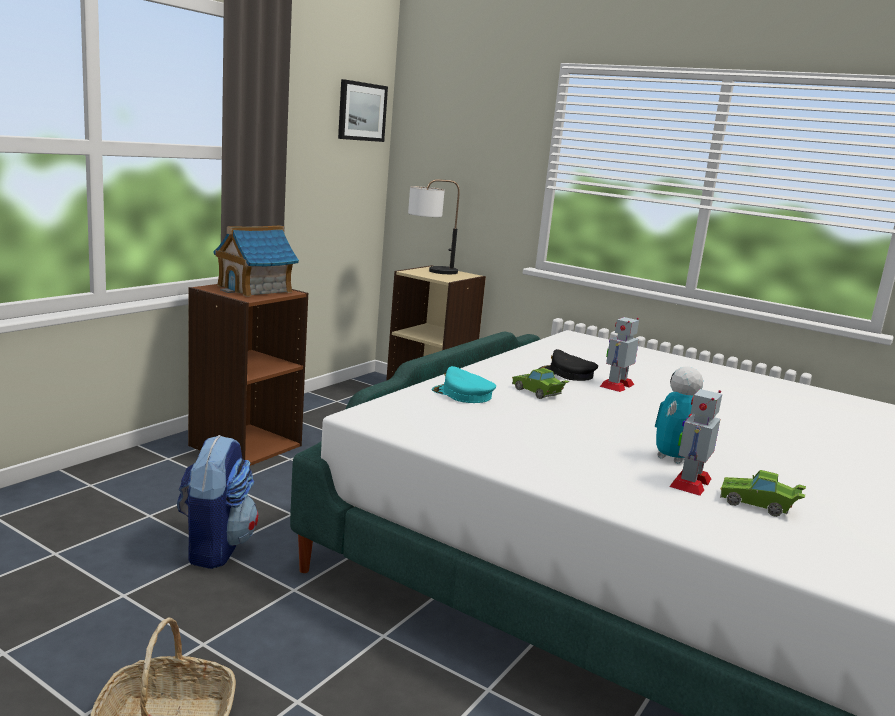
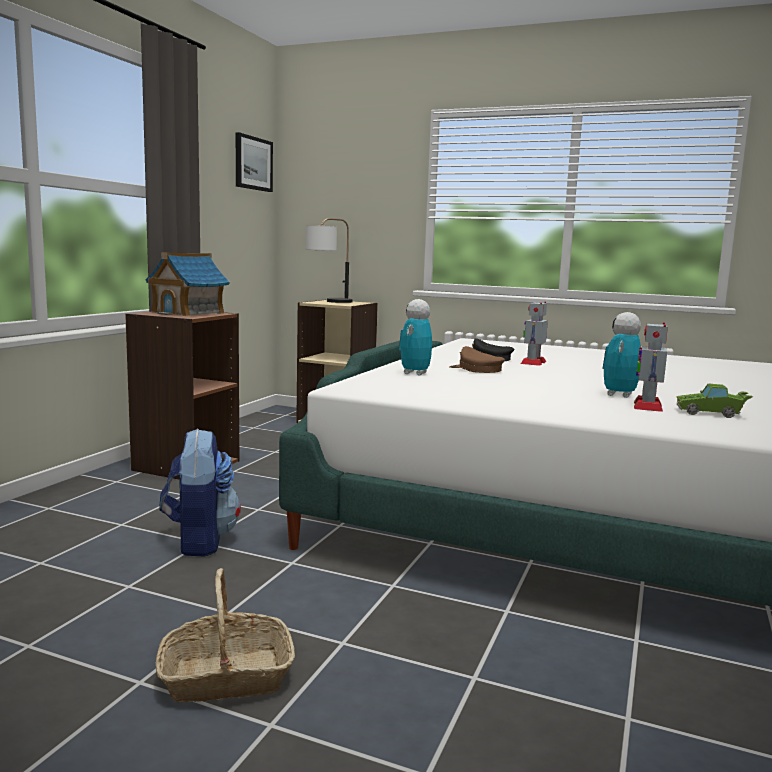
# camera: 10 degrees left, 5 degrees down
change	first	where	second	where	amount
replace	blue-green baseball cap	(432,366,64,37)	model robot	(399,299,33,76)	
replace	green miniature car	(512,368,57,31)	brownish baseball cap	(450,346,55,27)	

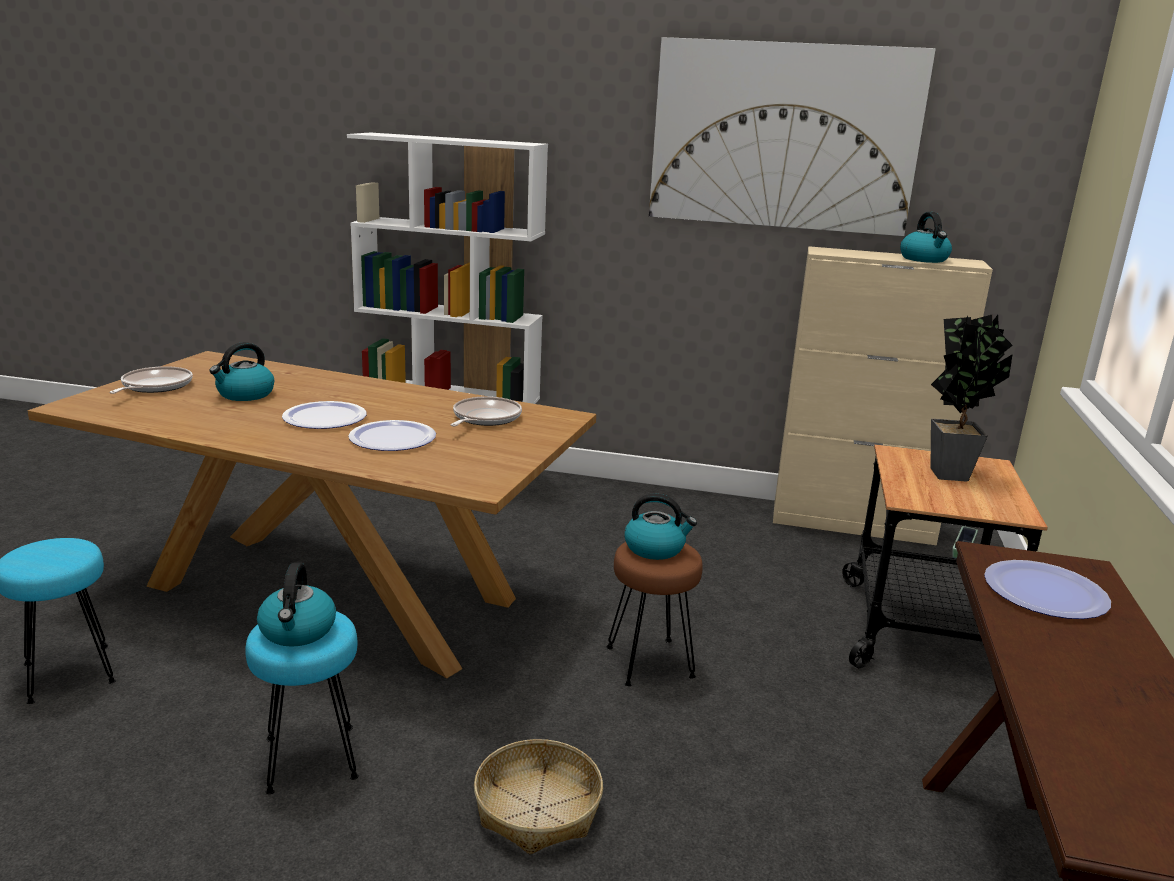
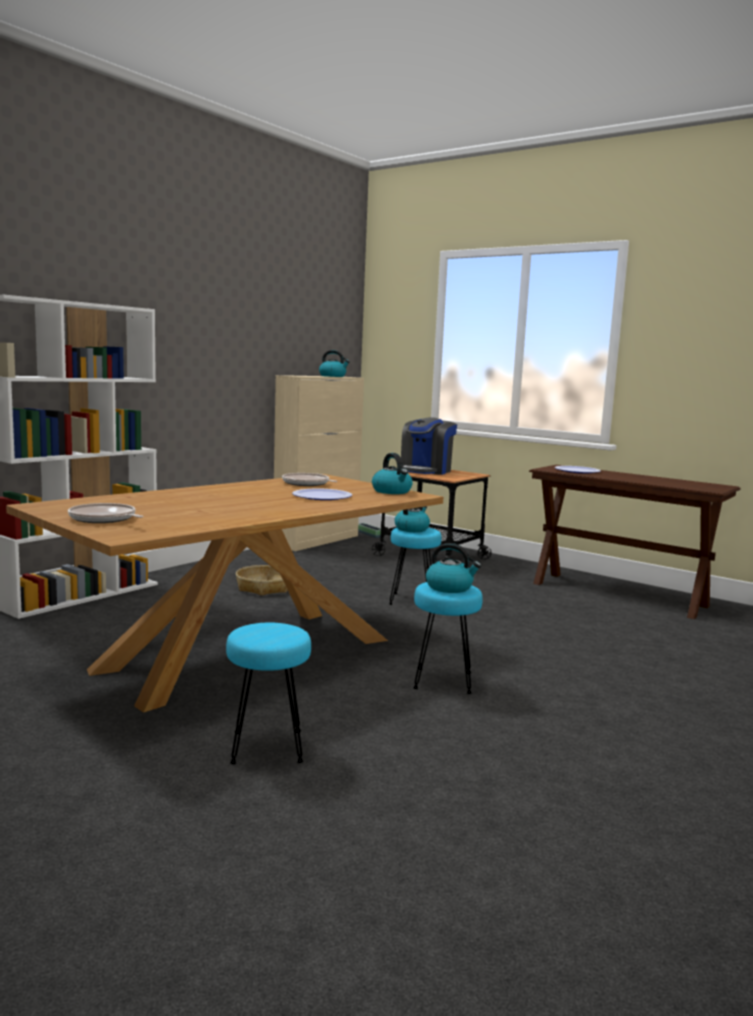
# camera: 65 degrees left, 10 degrees down
change	first	where	second	where	amount
delete	flat dish	(282,401,85,28)			
delete	wall art	(649,37,287,199)			
move	kettle	(209,342,65,59)		(372,453,41,41)	
move	basket	(474,739,129,115)		(236,565,51,31)	
replace	potted plant	(930,315,83,167)	coffee maker	(401,417,56,58)	
recolor	brownish sitting stool	(607,542,96,144)	blue-green sitting stool	(389,528,52,77)	

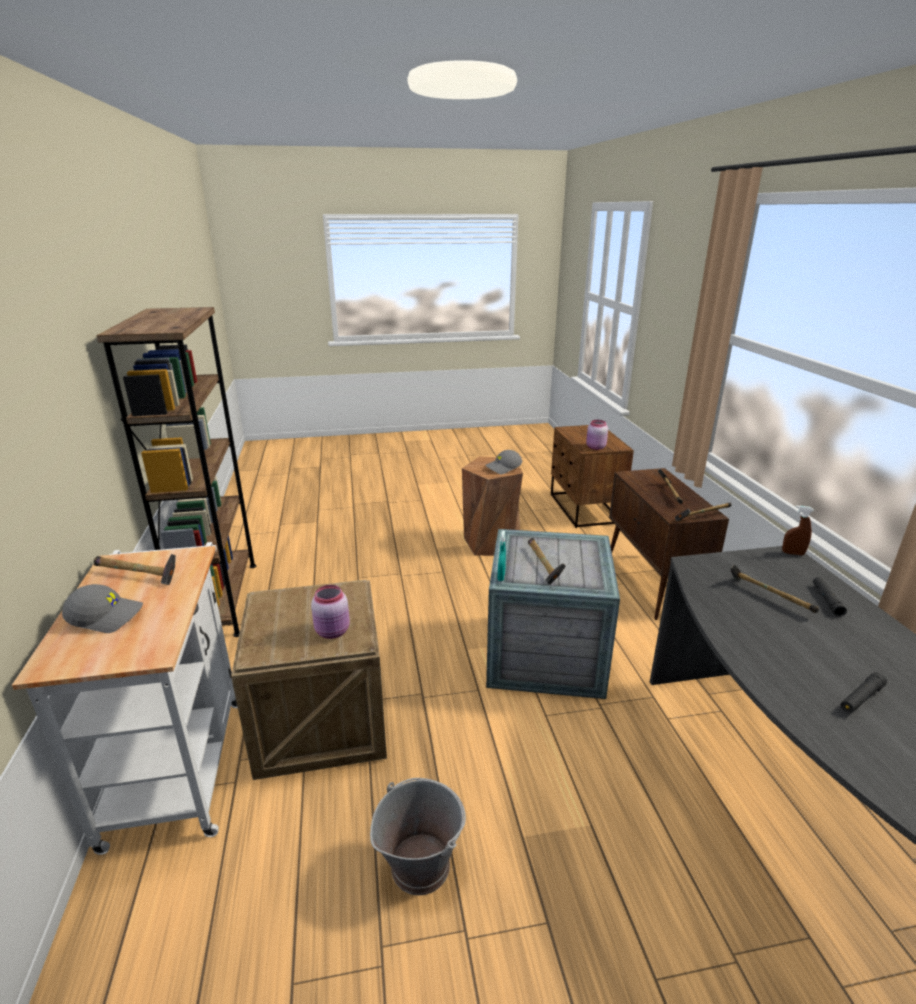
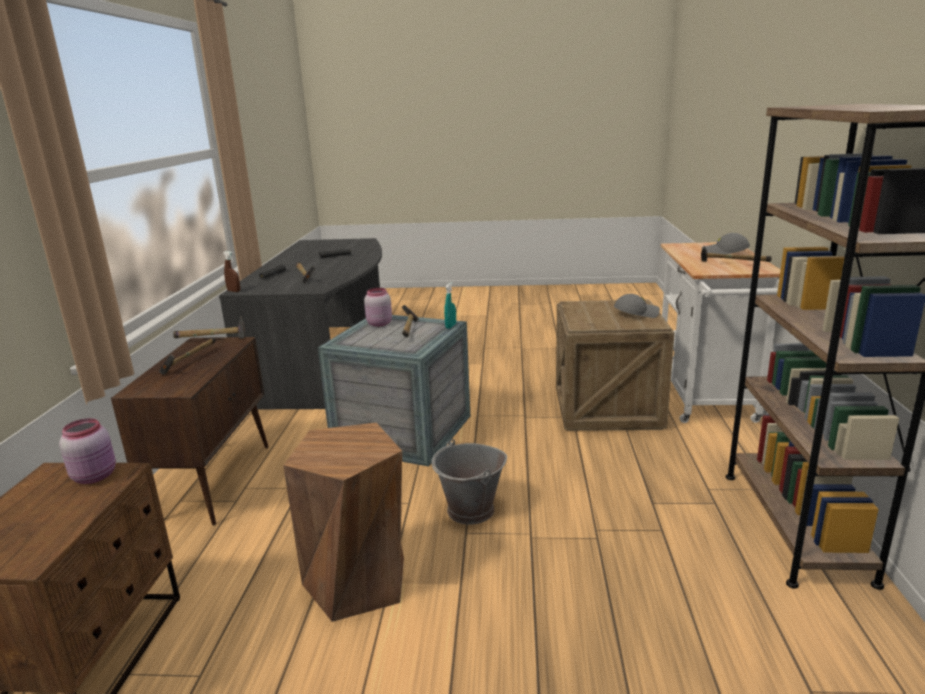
# camera: 165 degrees left, 5 degrees down
change	first	where	second	where	amount
move	pink jar	(311,585,39,54)		(364,288,28,39)	
move	gray water bucket	(370,778,96,117)		(432,439,75,86)	
move	gray baseball cap	(485,450,37,24)		(614,294,46,24)	

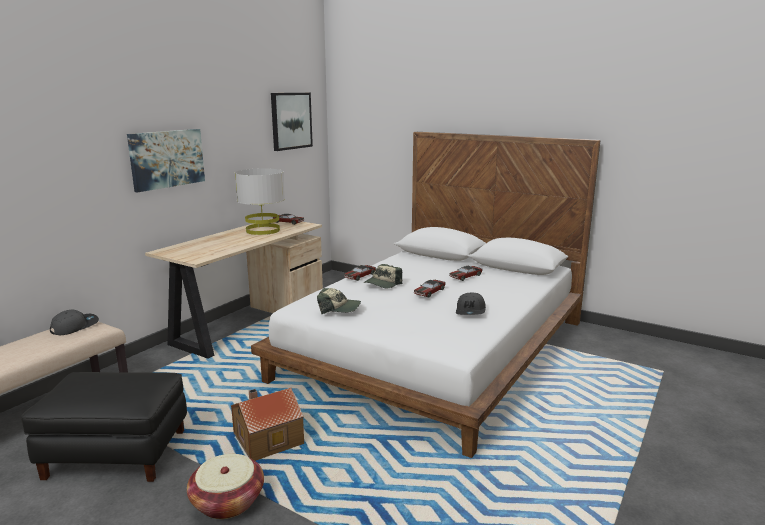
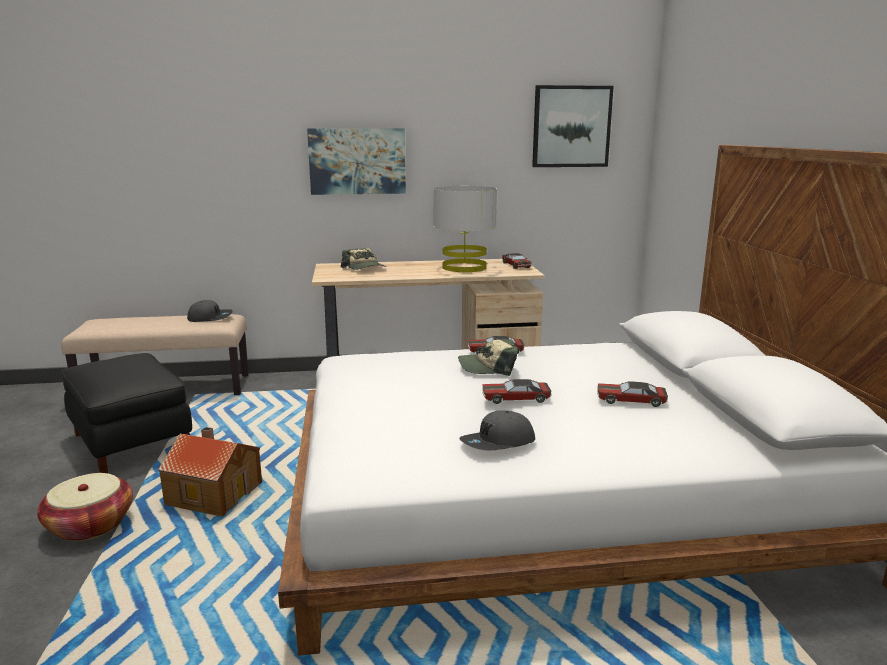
# camera: 50 degrees right, 0 degrees up
change	first	where	second	where	amount
move	baseball cap	(317,288,44,26)		(341,248,45,22)	

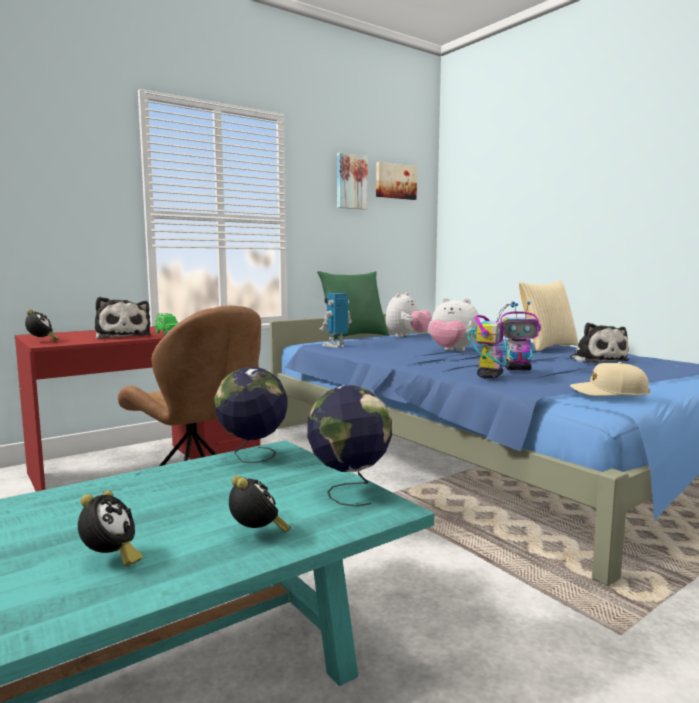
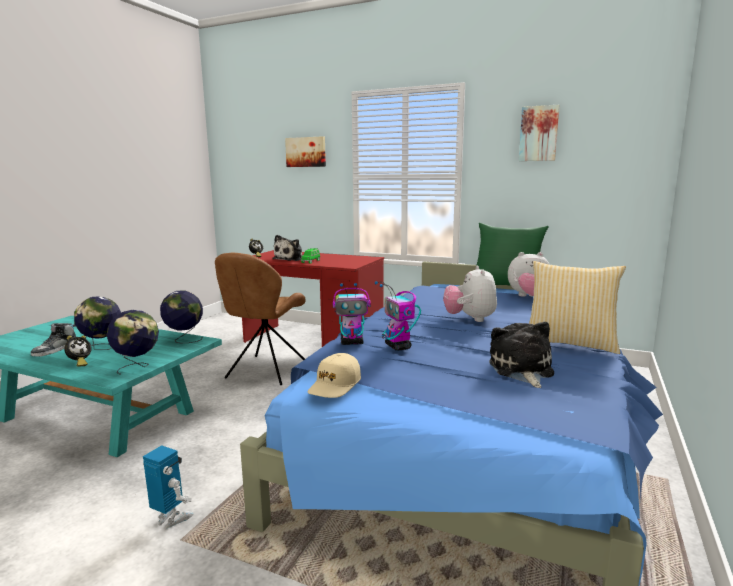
# camera: 60 degrees right, 5 degrees up
change	first	where	second	where	amount
insert			world globe	(74,296,47,54)	
move	model robot	(320,293,32,55)		(143,445,51,84)	
move	wall art	(376,162,41,38)		(285,136,41,31)	
replace	alarm clock	(78,490,65,77)	low shoe	(31,323,45,34)	
rotate	cuddly toy	(570,323,60,40)		(489,322,65,66)	135 degrees clockwise
rotate	beige-coloured baseball cap	(570,362,80,34)		(308,353,53,45)	135 degrees counterclockwise

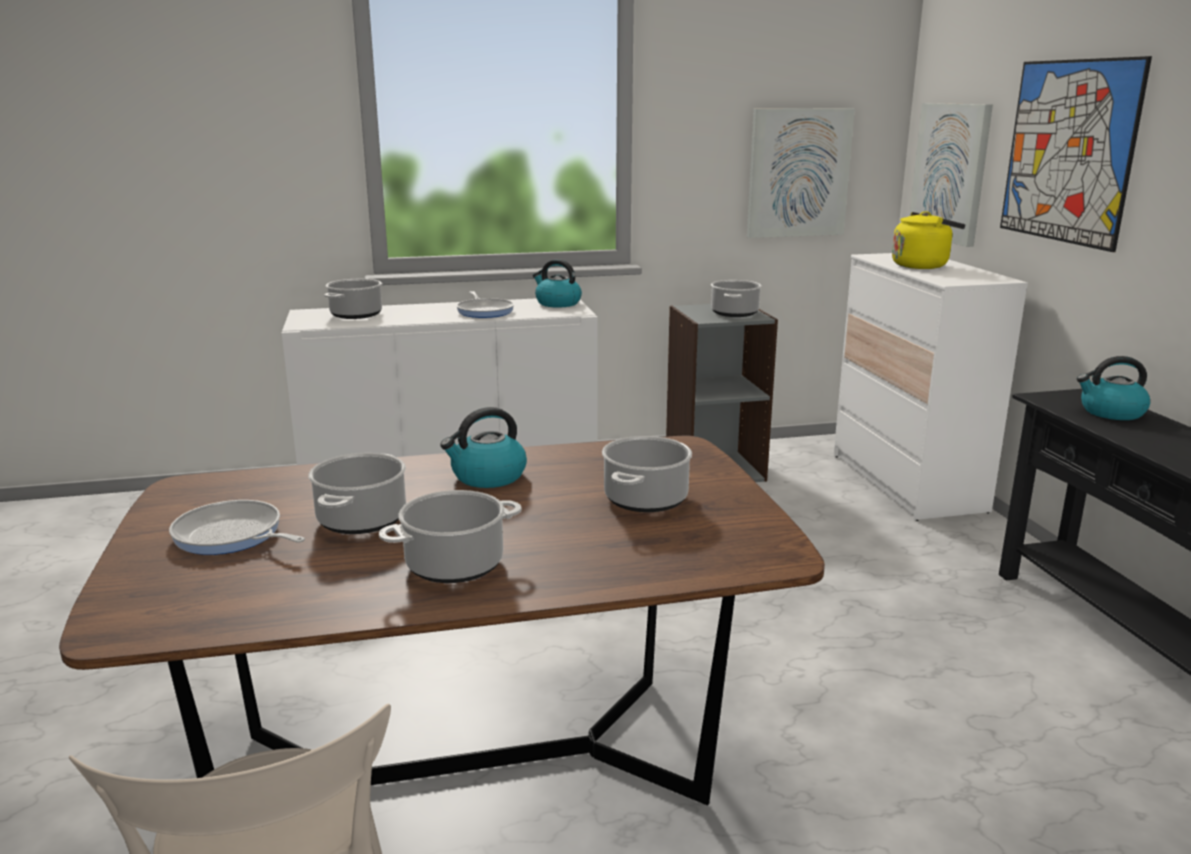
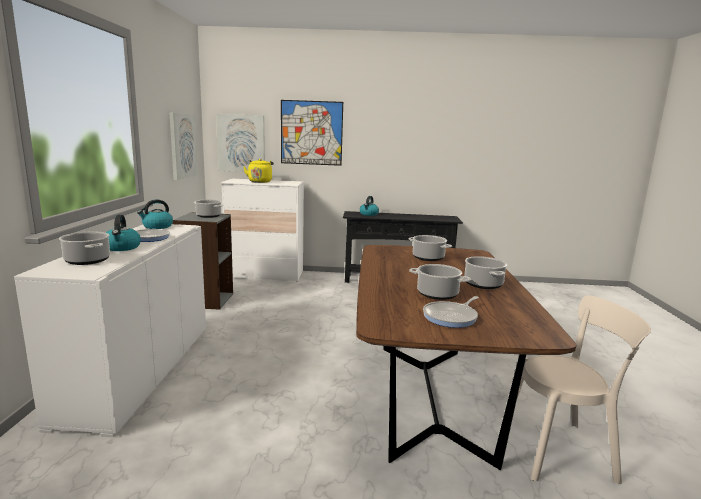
# camera: 75 degrees left, 5 degrees down
change	first	where	second	where	amount
move	kettle	(440,407,87,81)		(106,215,35,36)	

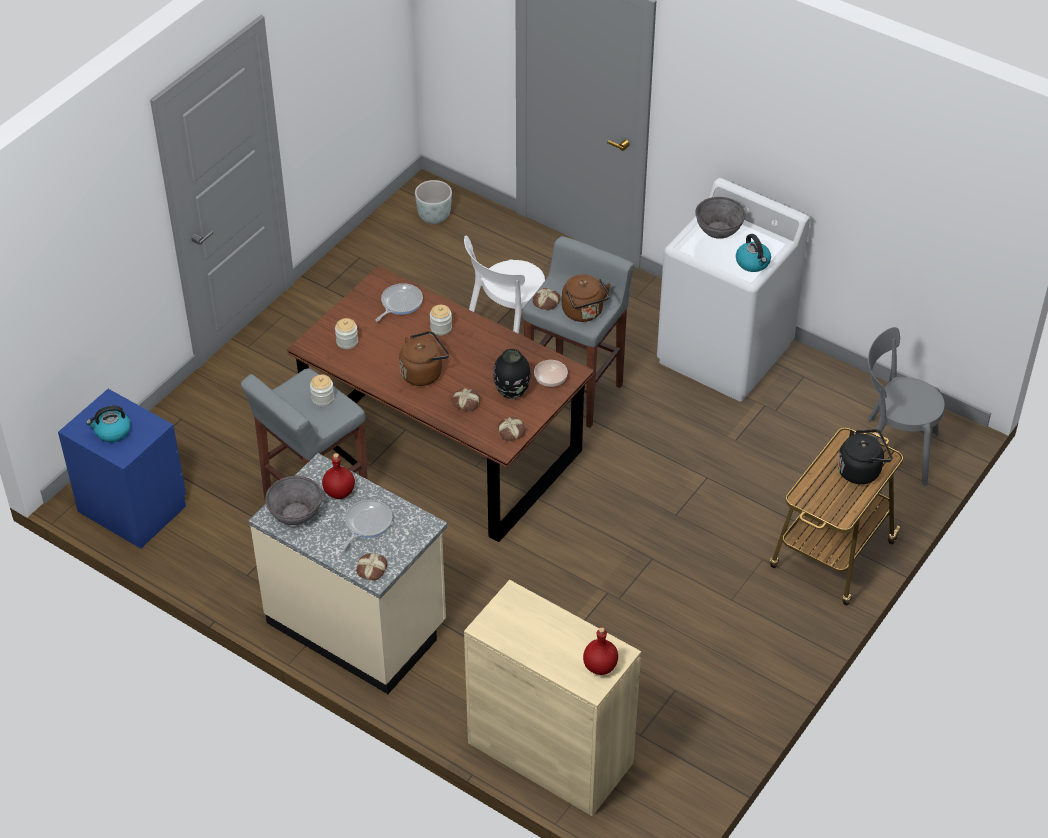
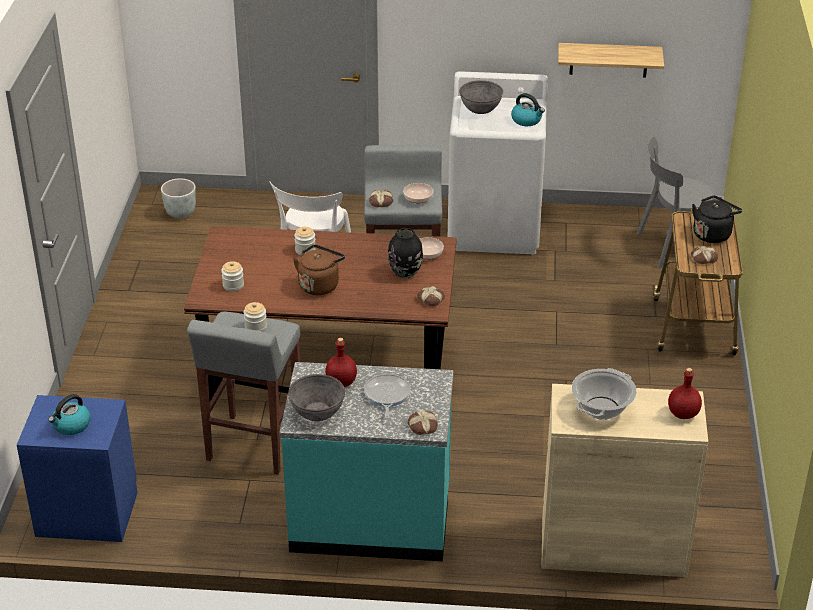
# camera: 30 degrees left, 10 degrees down
change	first	where	second	where	amount
delete	pan	(375,283,48,38)			
insert			wall shelf	(558,43,106,35)	
insert			cooking pot	(572,368,65,52)	
move	baked bread	(452,388,28,23)		(691,246,27,18)	
replace	brownish kettle	(562,274,49,48)	bowl	(403,183,30,21)	
recolor	beige-coloured kitchen counter	(249,453,198,241)	blue-green kitchen counter	(279,362,175,199)	

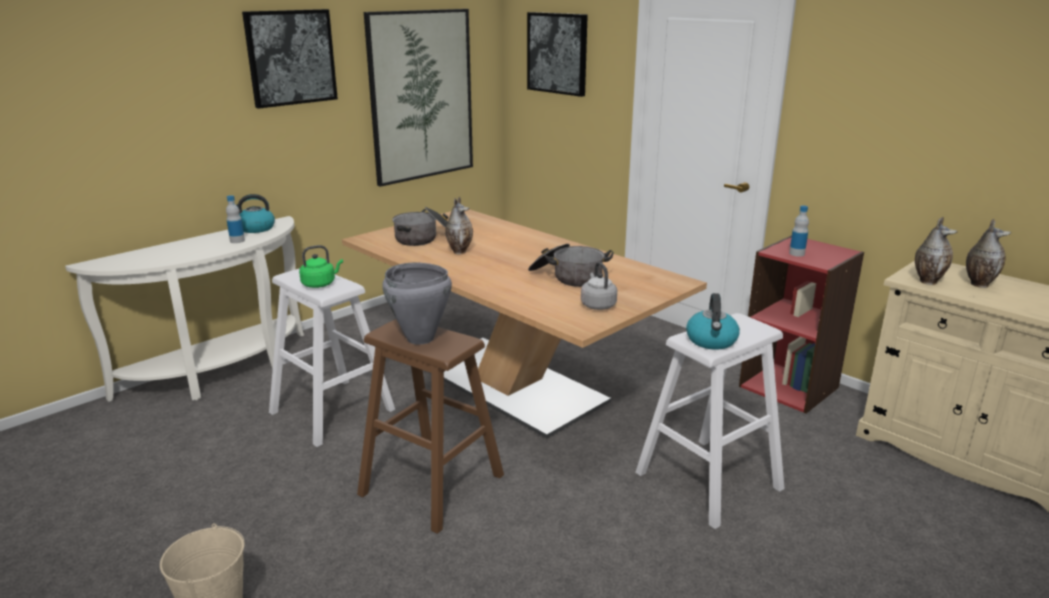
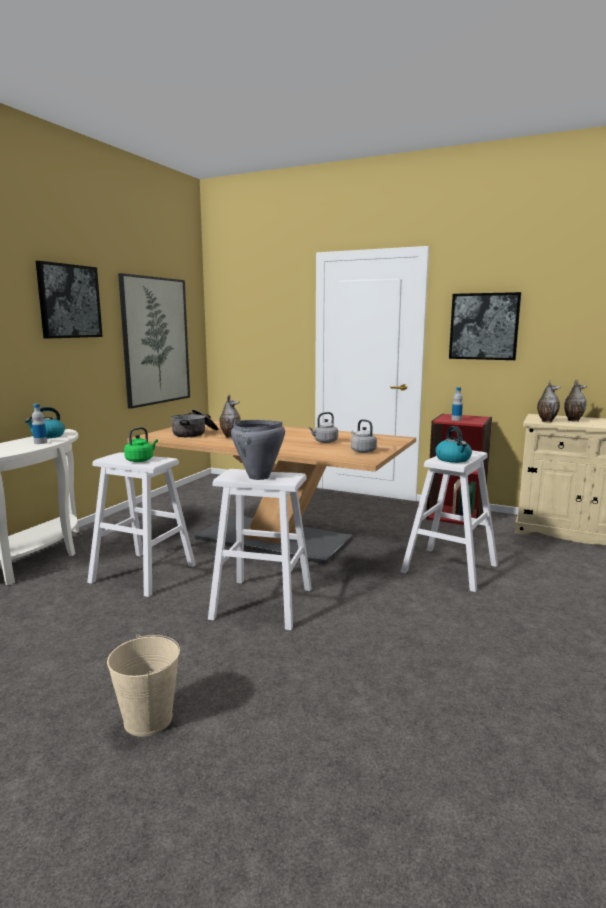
# camera: 20 degrees left, 10 degrees down
change	first	where	second	where	amount
move	wall art	(527,12,61,85)		(449,292,72,68)	
replace	cooking pot	(528,244,86,43)	gray kettle	(309,412,29,31)	
recolor	brownish sitting stool	(357,319,147,215)	white-coloured sitting stool	(208,469,104,161)	

